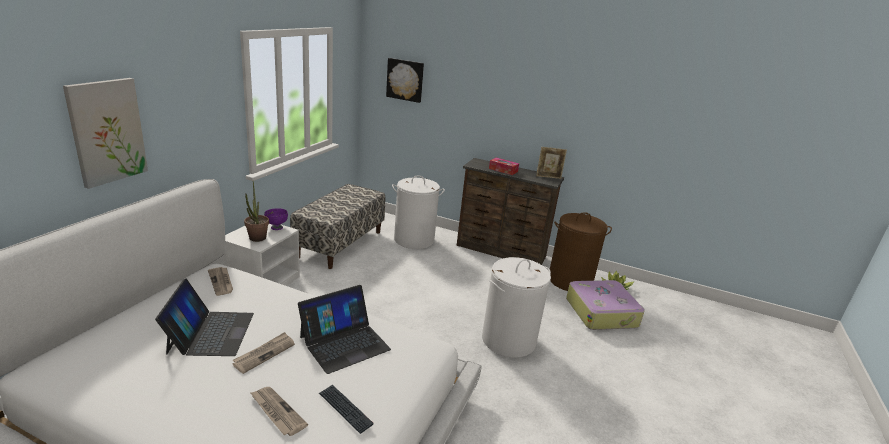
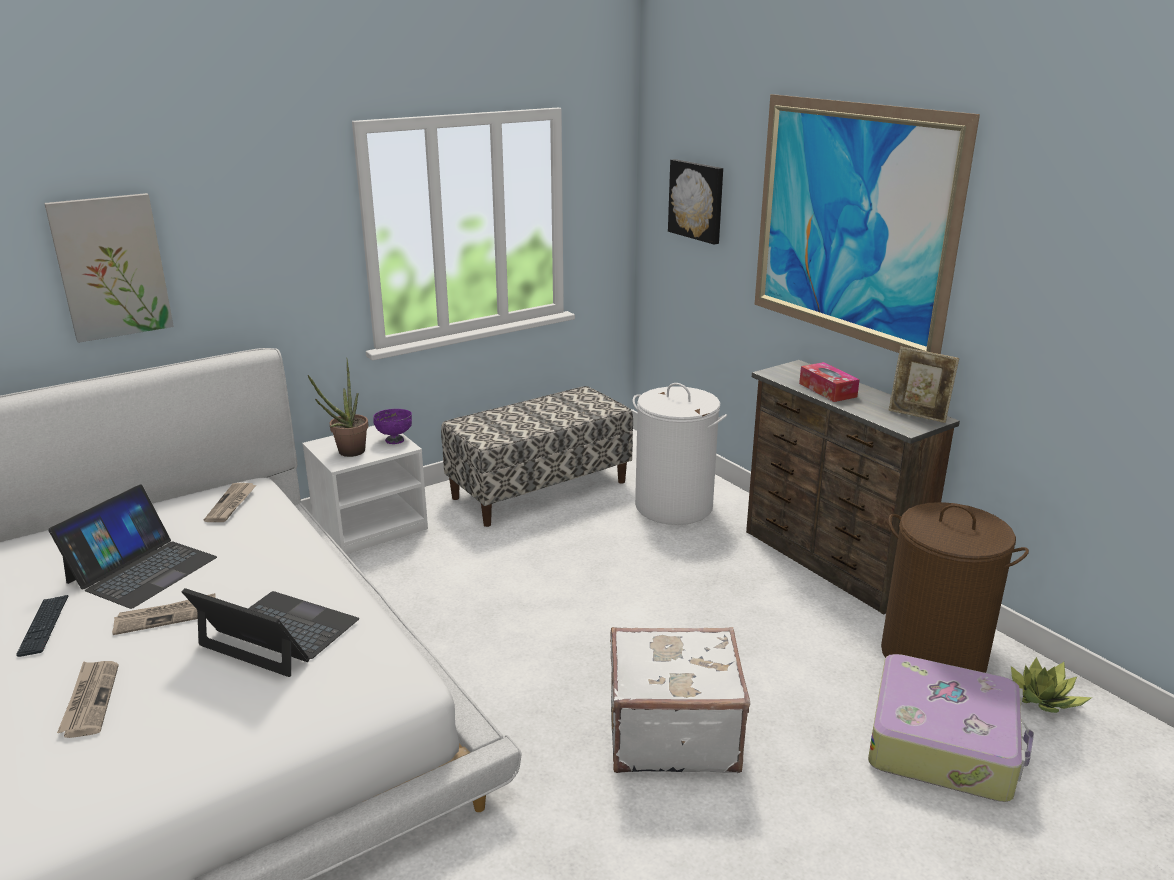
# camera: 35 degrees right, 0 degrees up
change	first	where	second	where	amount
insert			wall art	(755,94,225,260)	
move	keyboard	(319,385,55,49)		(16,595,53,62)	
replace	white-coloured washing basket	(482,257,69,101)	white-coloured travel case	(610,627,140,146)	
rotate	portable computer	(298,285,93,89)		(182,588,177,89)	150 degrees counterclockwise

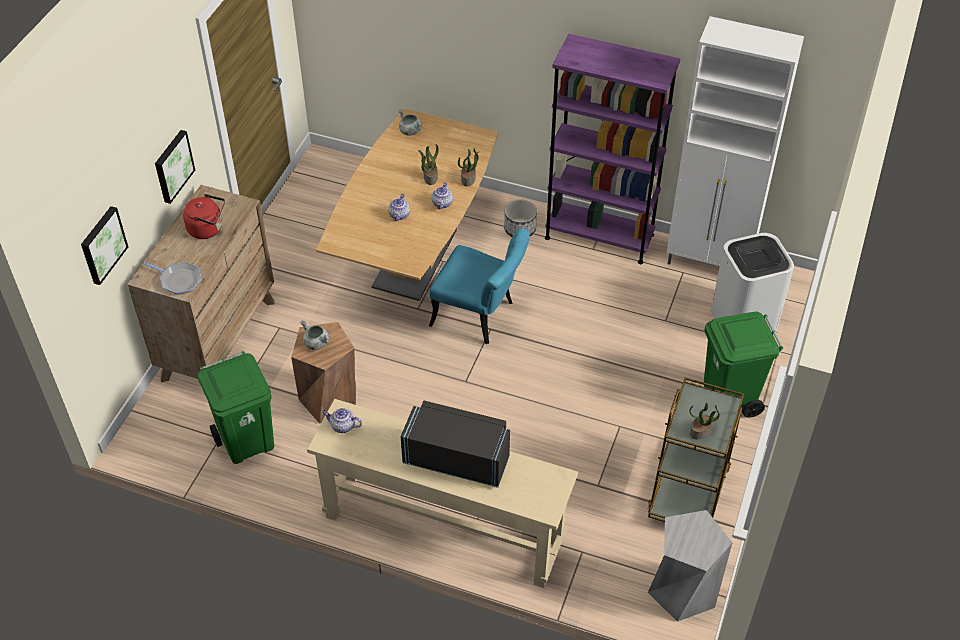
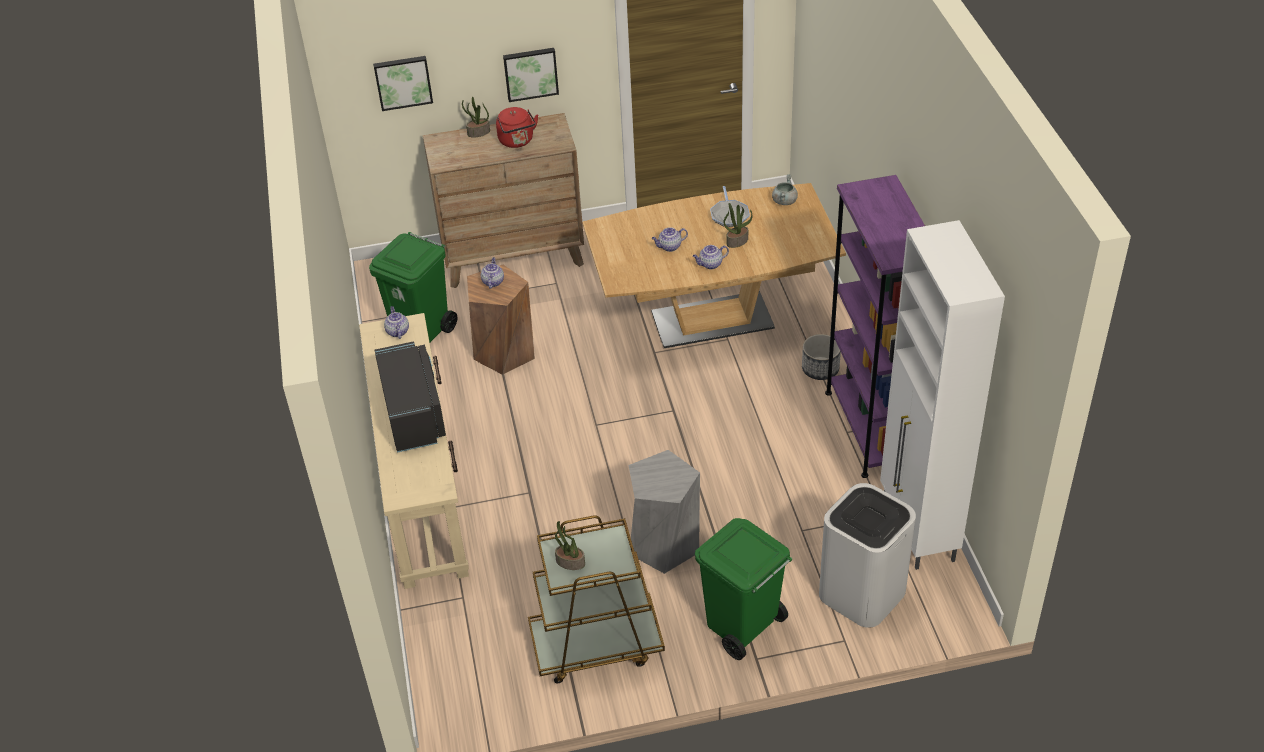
# camera: 60 degrees right, 5 degrees down
change	first	where	second	where	amount
delete	blue-green upright chair	(429,228,101,116)			
move	pan	(144,262,58,33)		(710,186,40,41)	
move	potted plant	(458,149,22,38)		(462,97,28,41)	
move	gray sitting stool	(648,510,85,112)		(629,450,71,124)	
replace	gray cooking pot	(300,320,30,30)	tea pot	(481,257,23,32)	

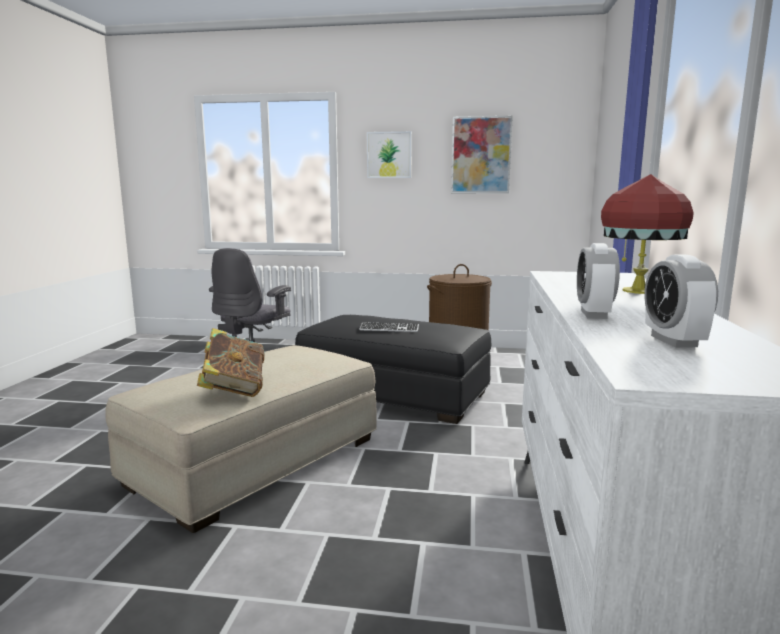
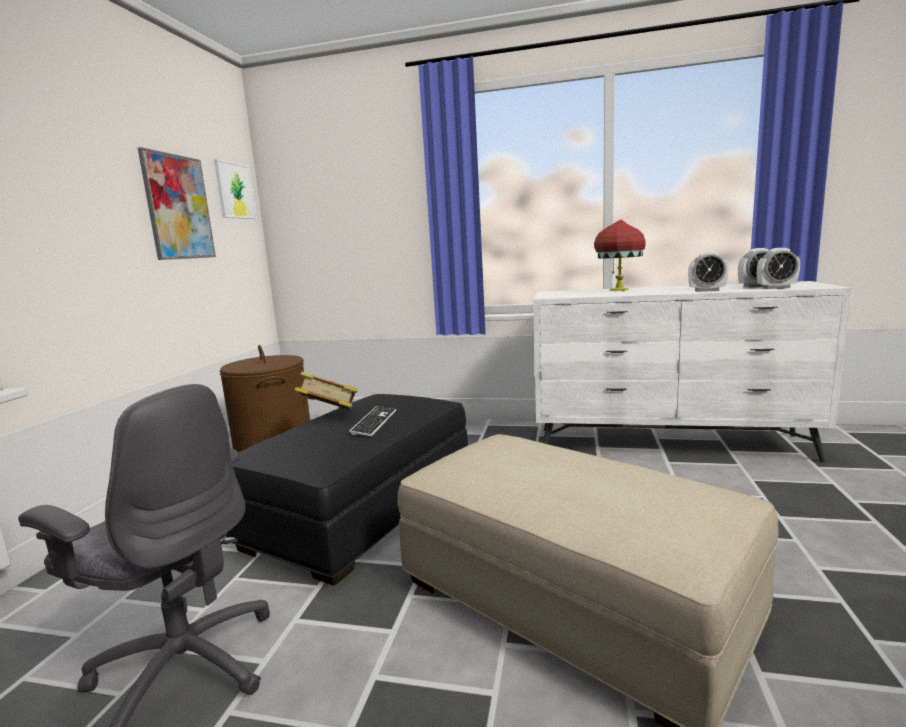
# camera: 85 degrees left, 0 degrees up
change	first	where	second	where	amount
insert			alarm clock	(757,248,43,41)	
move	volume	(197,328,68,69)		(295,371,62,39)	
move	wall art	(367,131,45,47)		(214,159,43,60)	

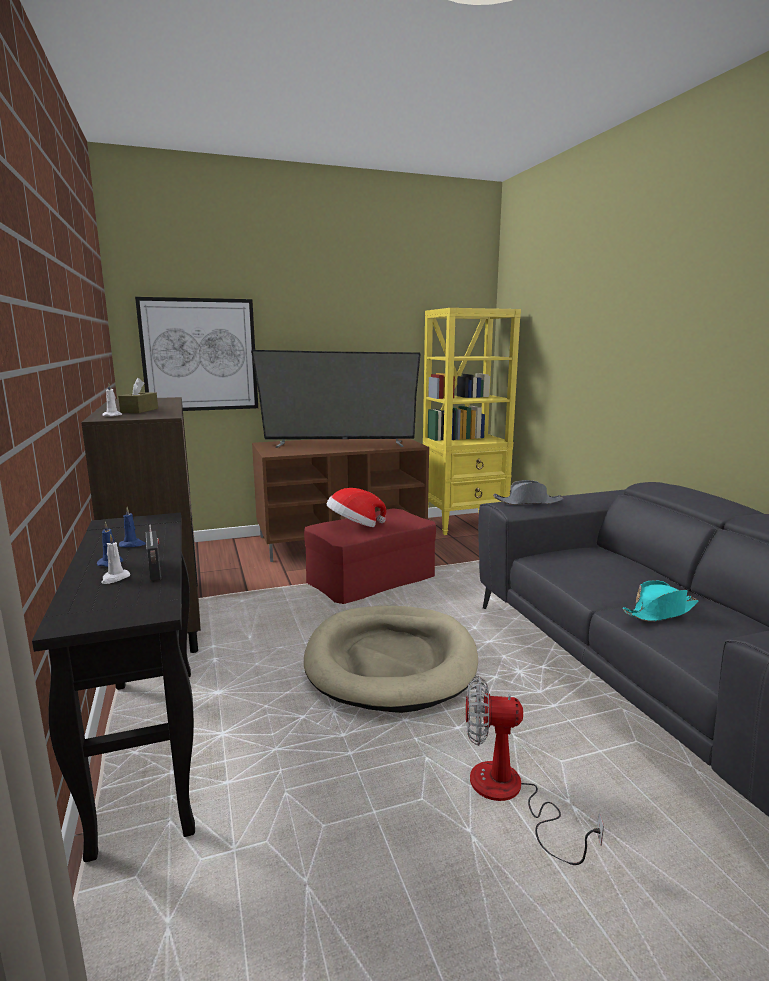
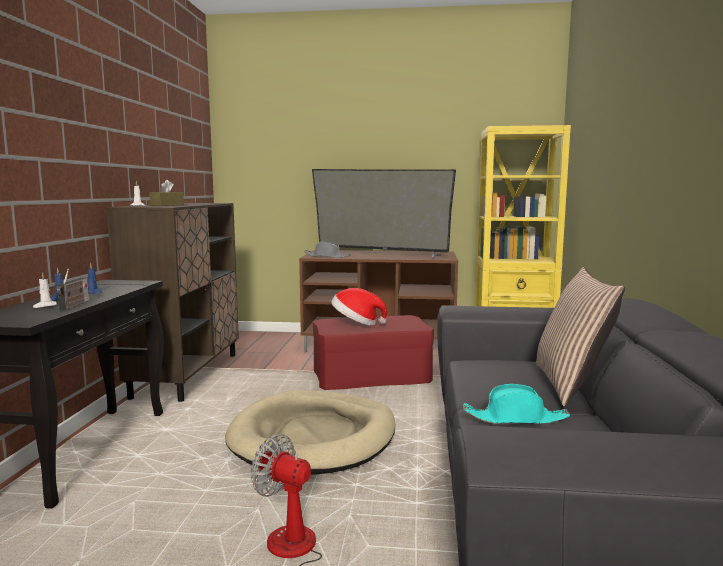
# camera: 25 degrees right, 5 degrees down
change	first	where	second	where	amount
delete	wall art	(135,297,123,114)			
insert			throw pillow	(536,267,89,140)	
move	gray clothing hat	(493,480,71,25)		(304,241,47,17)	

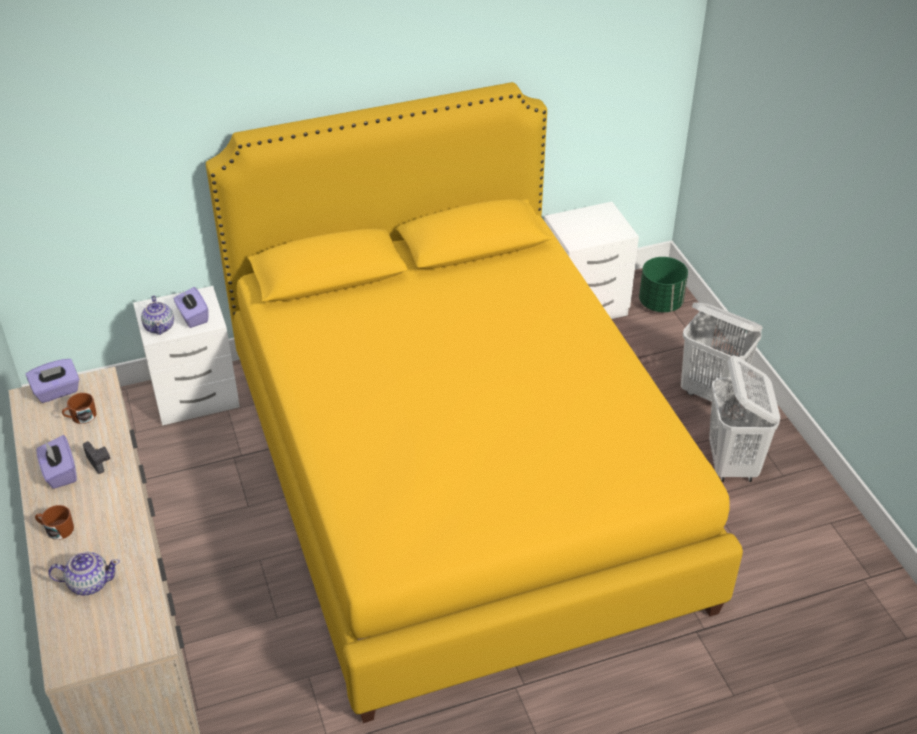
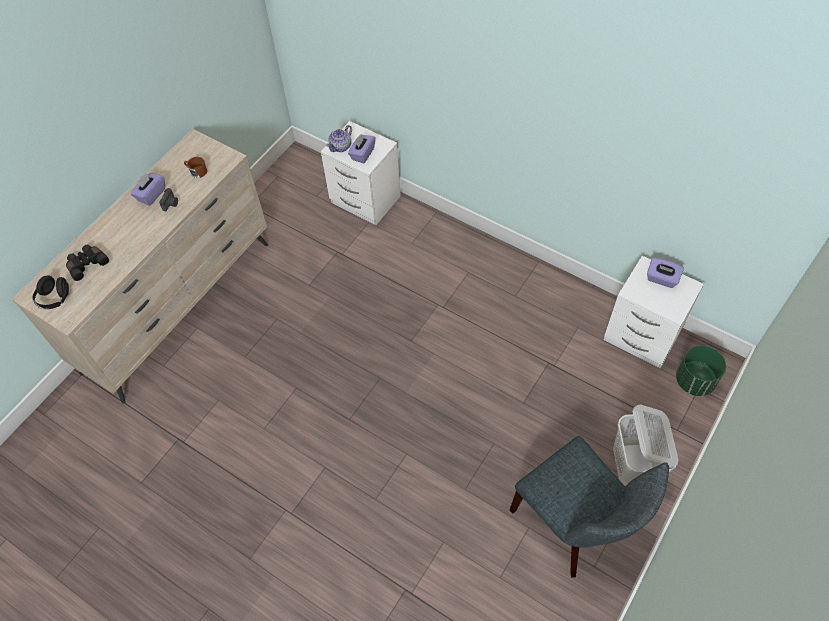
# camera: 55 degrees right, 15 degrees up
change	first	where	second	where	amount
delete	brownish coffee mug	(35,505,39,35)			
delete	yellow bed	(206,82,537,641)			
insert			blackish pair of headphones	(32,275,37,34)	
move	purple-coloured tissue holder	(26,359,53,44)		(647,257,37,31)	
replace	tea pot	(48,552,72,44)	blackish binoculars	(66,245,43,36)	
replace	white-coloured washing basket	(709,355,71,127)	gray upright chair	(510,436,159,142)	

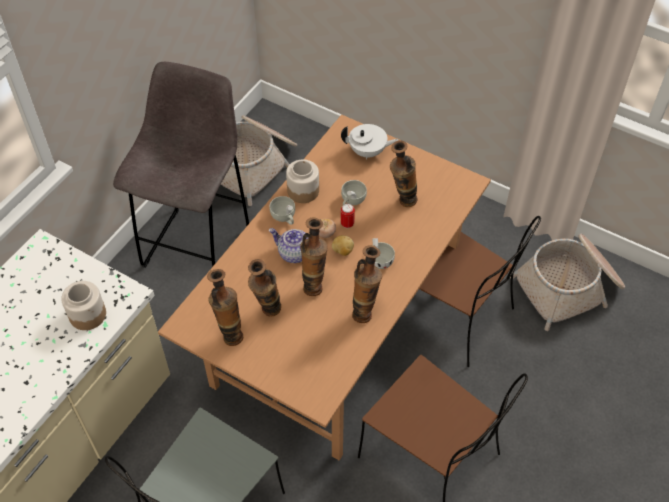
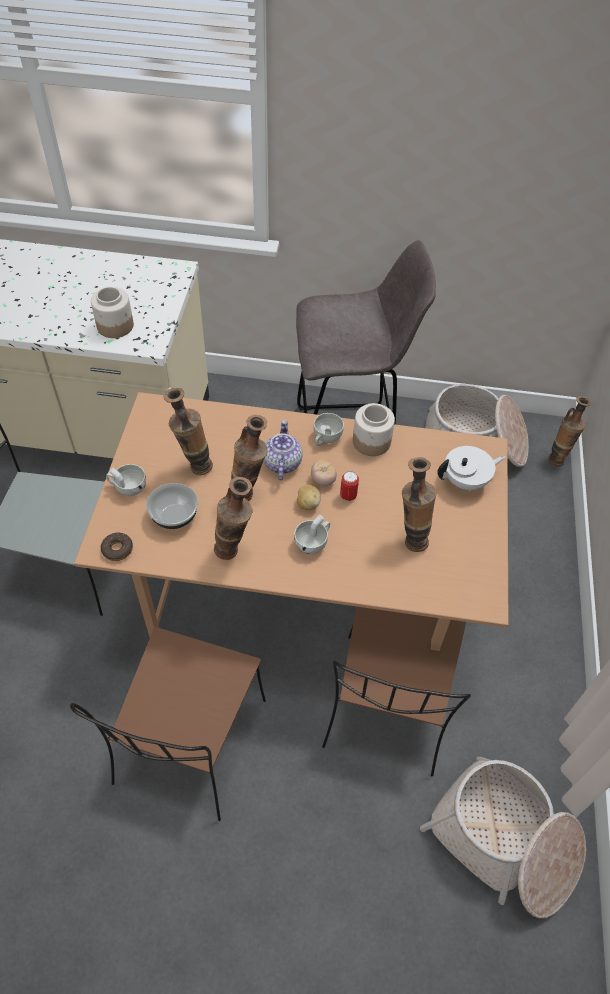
# camera: 65 degrees right, 0 degrees up
change	first	where	second	where	amount
insert			donut	(101,533,32,28)	
insert			bowl	(146,483,52,46)	
move	flower vase	(207,269,36,77)		(548,396,43,70)	
move	white-coloured drinking cup	(341,180,26,25)		(106,464,40,32)	
rotate	white-coloured tea pot	(341,124,57,35)		(437,446,69,45)	90 degrees counterclockwise

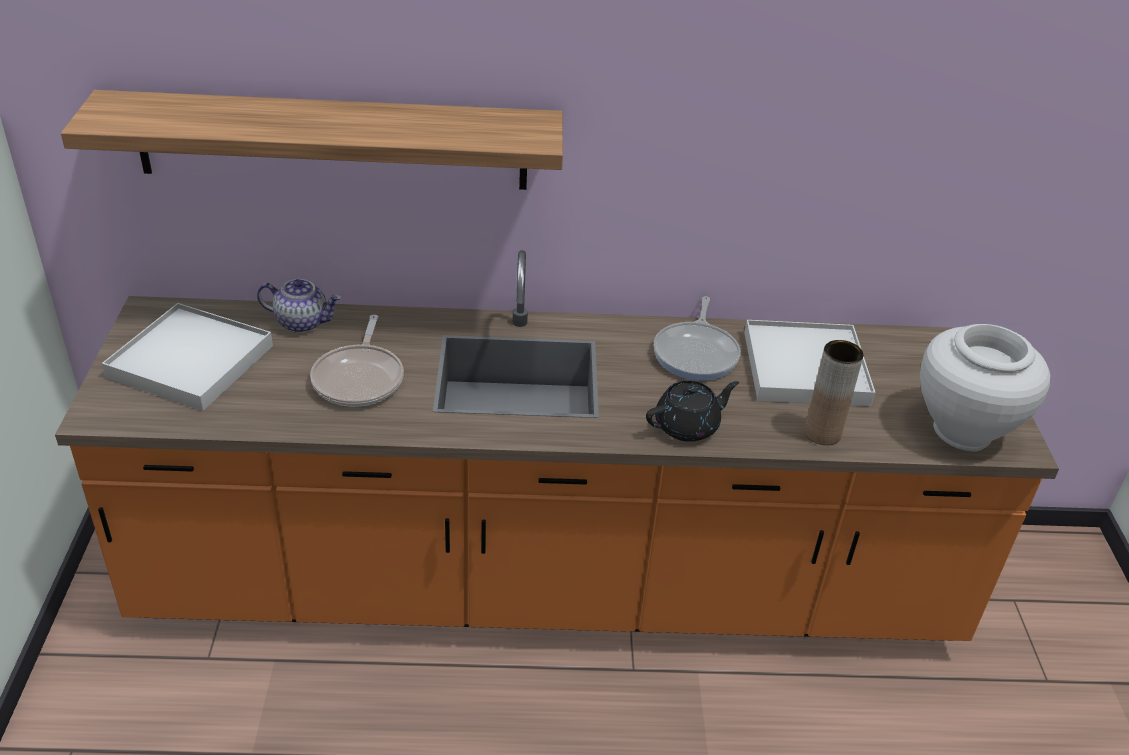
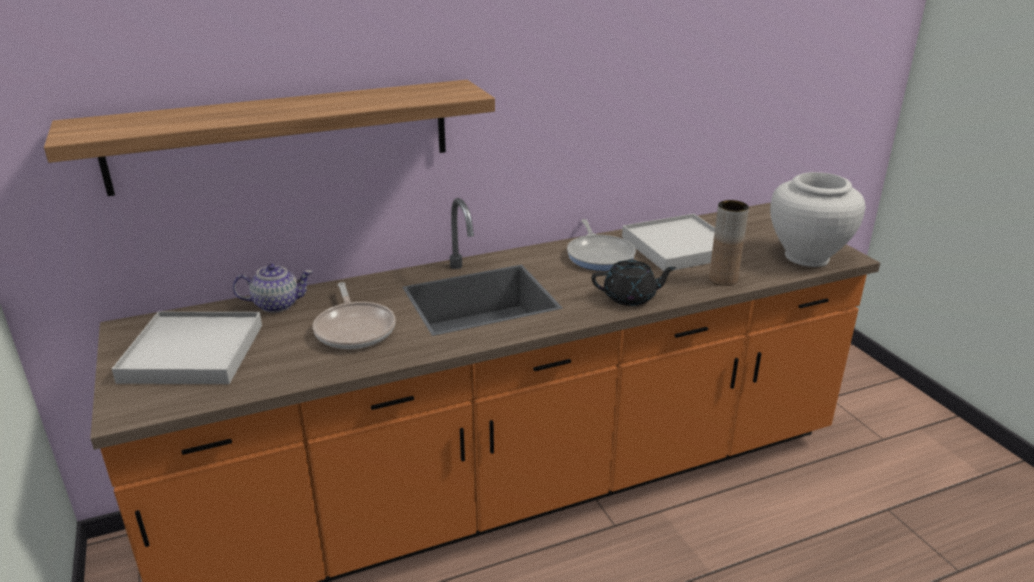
# camera: 20 degrees left, 10 degrees down
change	first	where	second	where	amount
rotate	blackish tea pot	(646,381,93,61)		(591,259,86,47)	45 degrees clockwise

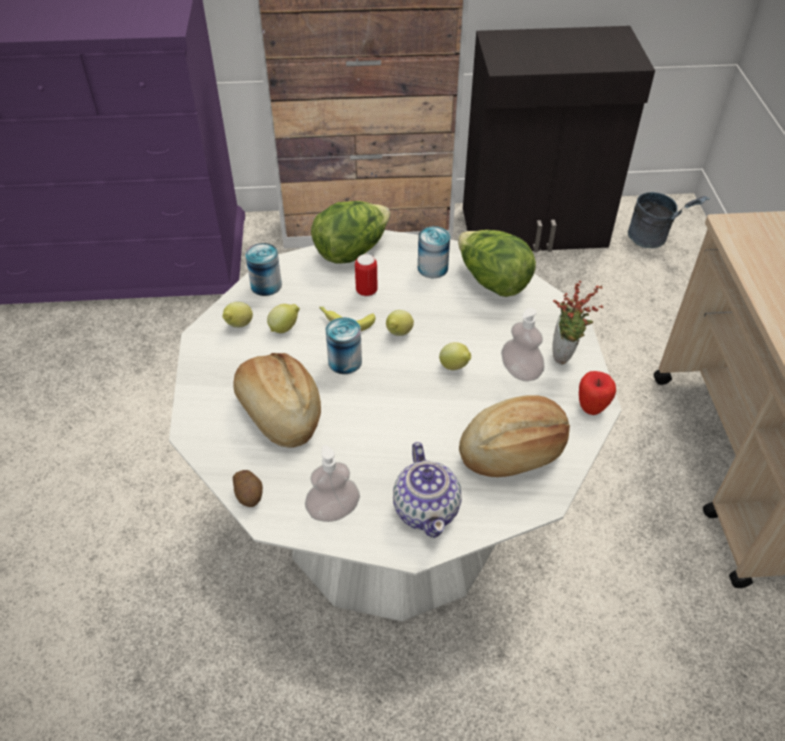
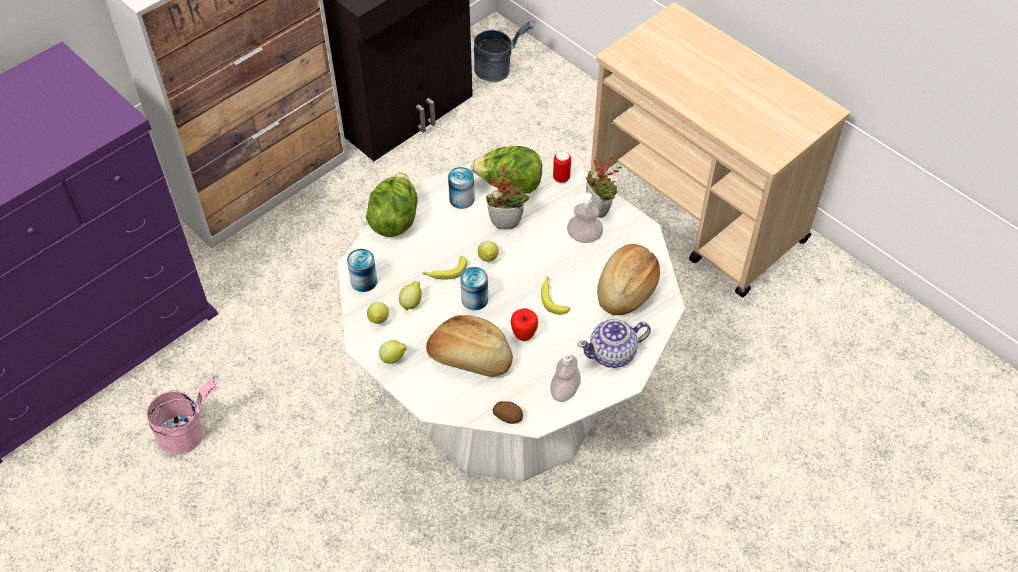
# camera: 40 degrees left, 5 degrees up
change	first	where	second	where	amount
insert			pink water bucket	(146,375,73,79)	
insert			potted plant	(486,163,43,66)	
insert			banana	(541,275,29,40)	
move	can	(355,254,23,42)		(553,151,18,32)	
move	whole lemon	(439,342,32,28)		(379,340,28,24)	
move	apple	(579,371,37,44)		(511,308,27,33)	
rotate	tea pot	(393,442,69,96)		(577,319,74,49)	120 degrees clockwise

